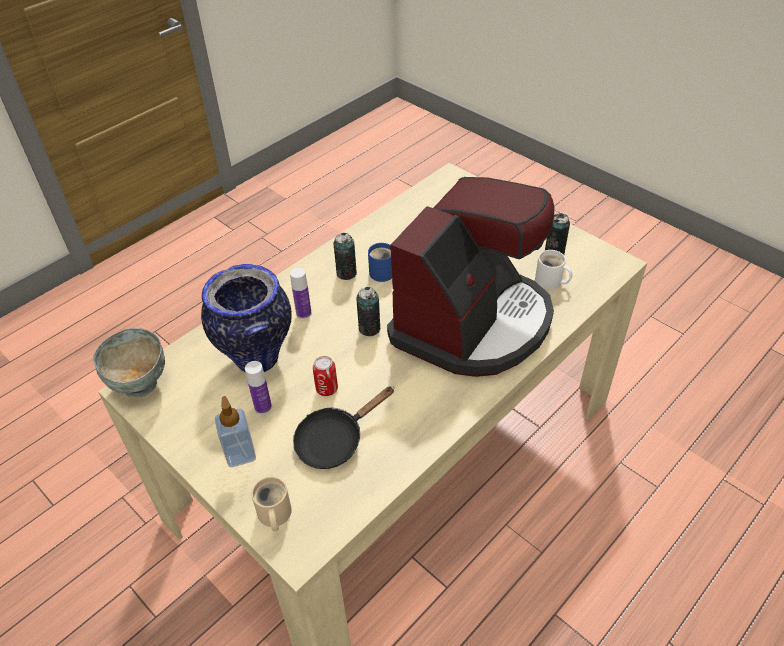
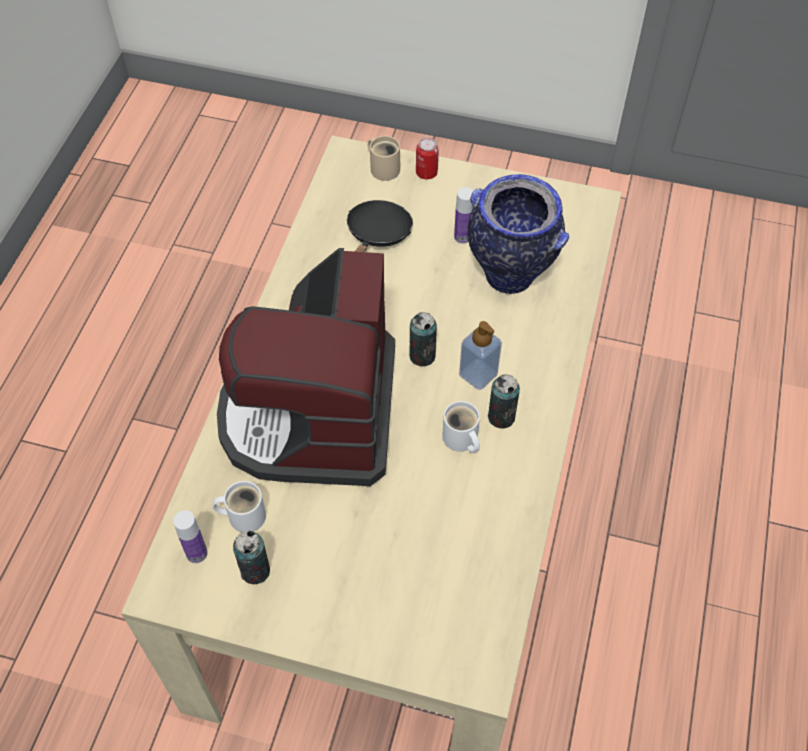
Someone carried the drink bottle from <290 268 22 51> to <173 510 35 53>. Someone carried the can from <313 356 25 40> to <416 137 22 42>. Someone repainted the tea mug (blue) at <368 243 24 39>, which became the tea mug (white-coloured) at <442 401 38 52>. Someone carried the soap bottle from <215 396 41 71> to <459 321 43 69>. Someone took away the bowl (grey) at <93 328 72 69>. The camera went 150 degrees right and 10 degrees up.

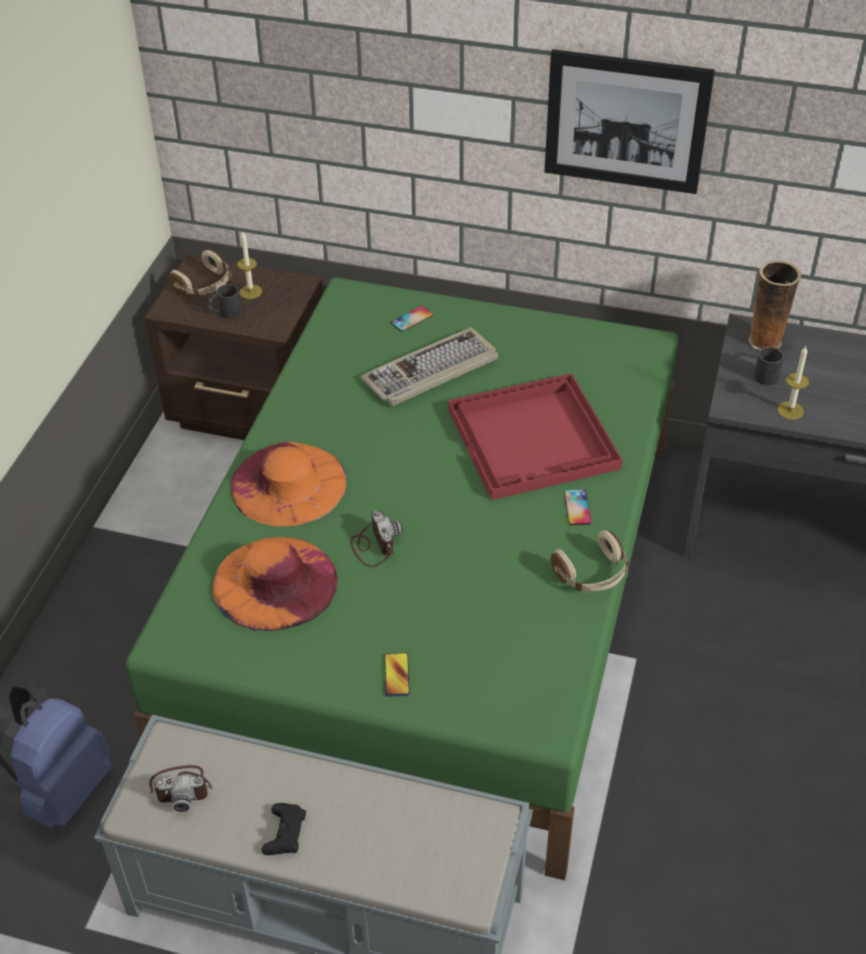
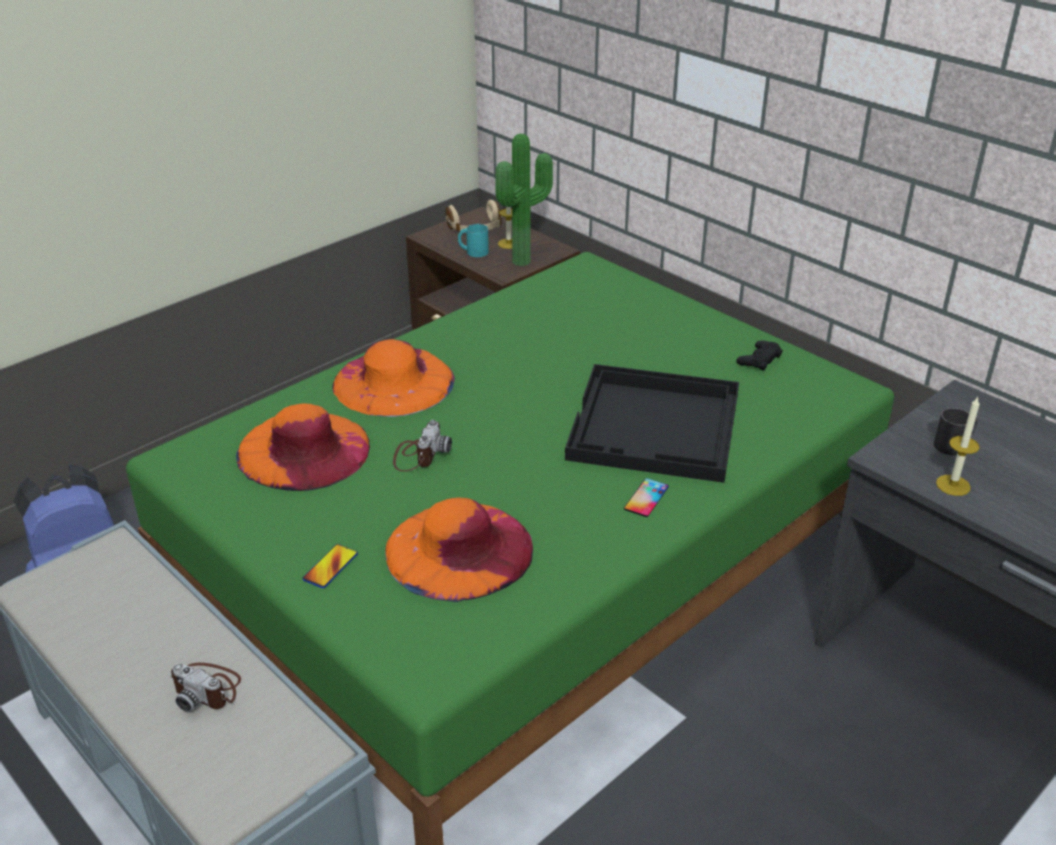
Someone carried the photo camera from <149 765 64 47> to <170 663 71 49>. Someone put down the hat (orange-coloured) at <385 498 148 104>. Someone repainted the tea mug (blackish) at <208 284 34 35>, which became the tea mug (blue-green) at <458 224 31 33>. Someone put down the houseplant at <495 133 58 133>. Someone repainted the tray (red-coloured) at <448 373 174 127>, which became the tray (blackish) at <565 364 174 119>. Someone carried the gamepad (blackish) from <262 803 44 52> to <736 341 47 30>. Someone took away the PC keyboard at <361 327 137 79>. Someone took away the telephone at <391 306 42 26>. Someone took away the wall picture at <544 49 171 145>. Someone took away the headset (beige) at <551 530 77 63>. Someone took away the decorative vase at <748 260 53 90>. The camera went 30 degrees right and 10 degrees down.

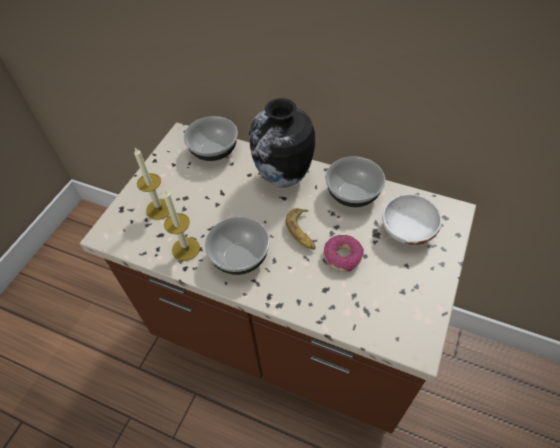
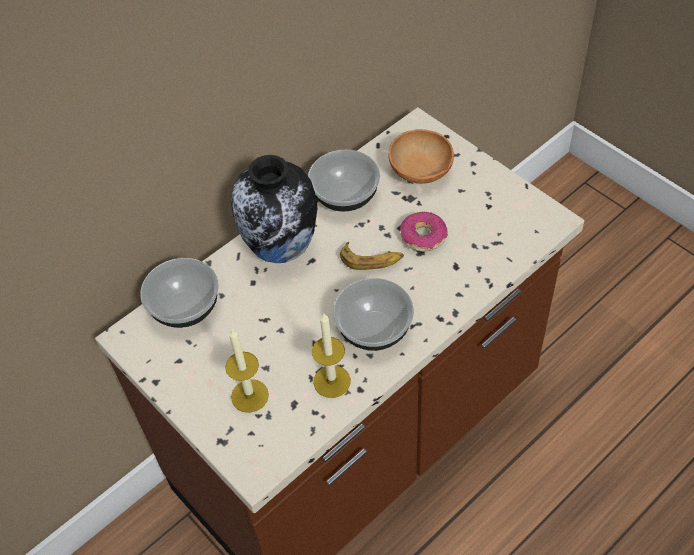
Someone repainted the bowl (white-coloured) at <382 194 60 51>, which became the bowl (brown-coloured) at <388 129 66 55>. The camera went 65 degrees left and 0 degrees up.

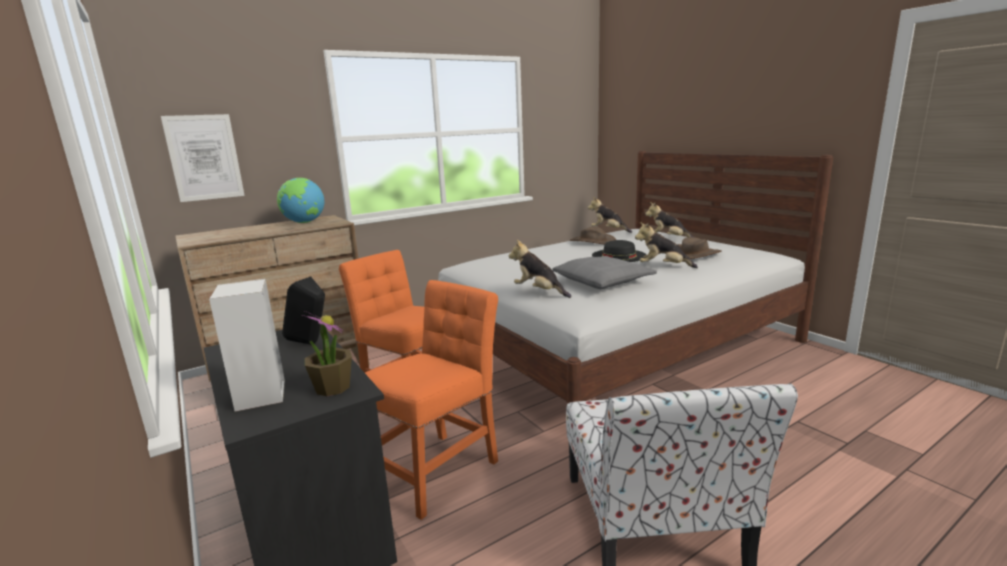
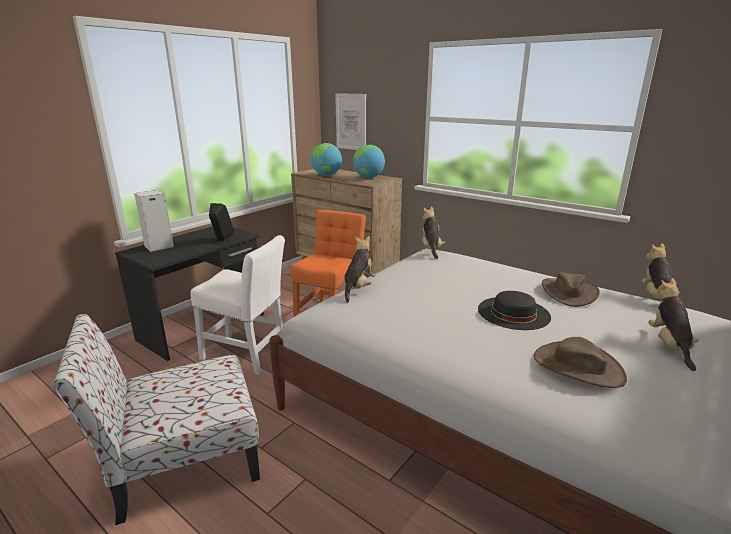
Someone repainted the chair (orange-coloured) at <365 280 133 240>, which became the chair (white-coloured) at <191 235 94 140>. Someone put down the world globe at <311 143 31 33>. Someone carried the soft toy from <635 222 63 46> to <422 206 23 53>. Someone took away the houseplant at <302 311 50 85>. Someone took away the cushion (grey) at <553 256 104 33>. The camera went 70 degrees right and 5 degrees up.

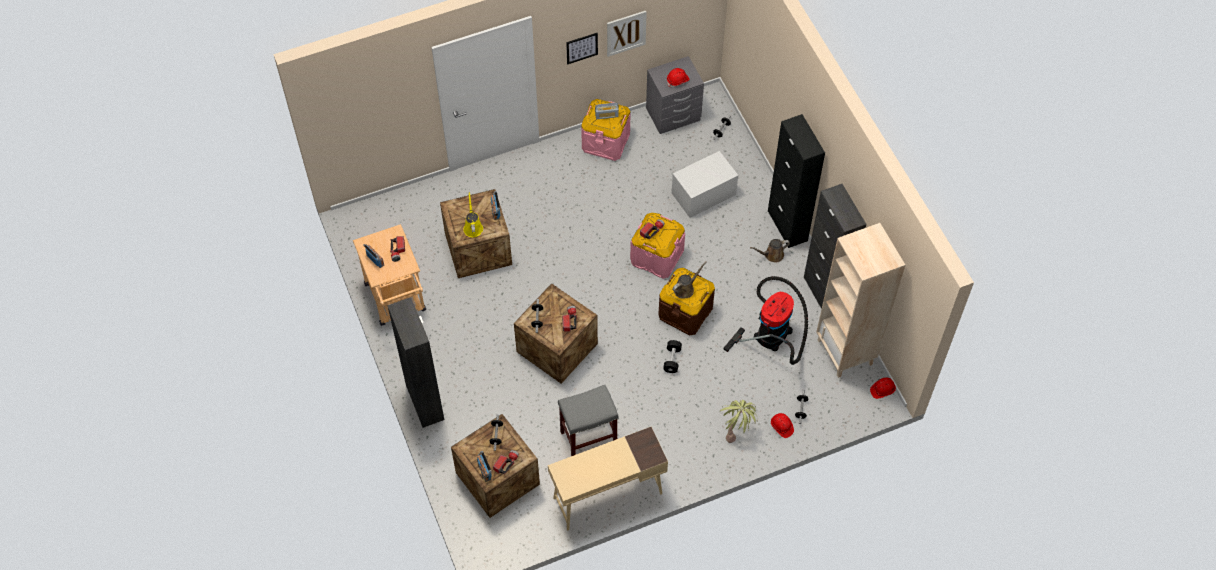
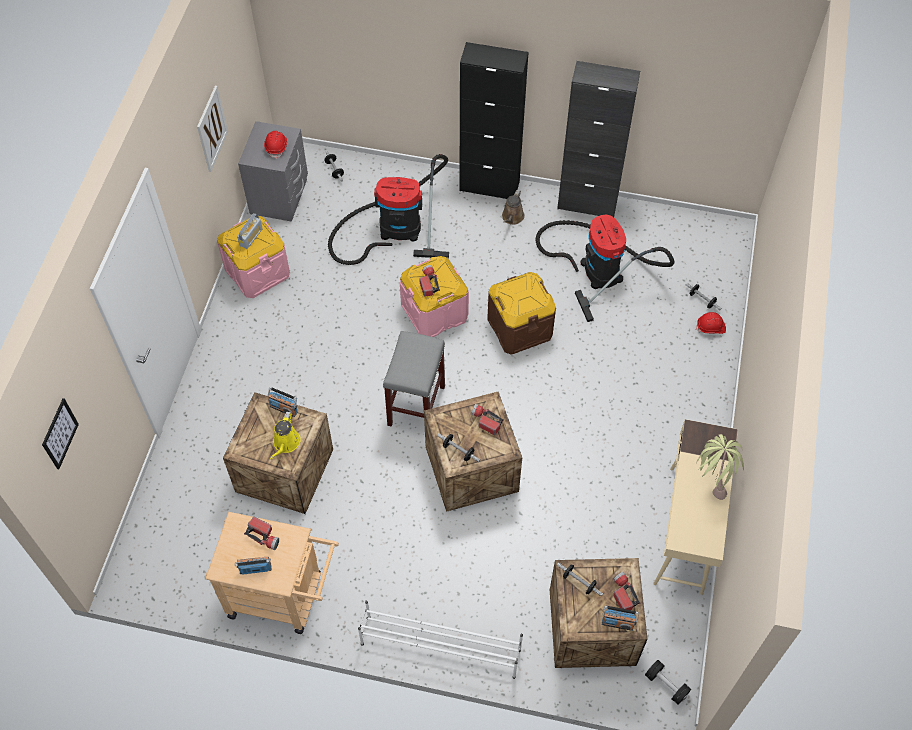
Someone carried the wall picture from <566 33 32 31> to <42 398 37 71>. Someone rotated the watering can (yellowish) at <463 192 20 45> by 105 degrees counterclockwise. Someone swapped the storage bin (white-coloured) at <672 151 66 67> for the hoover at <328 154 121 111>. Someone swapped the storage cabinet (blackish) at <387 297 57 131> for the shoe stand (white-coloured) at <358 601 165 78>. Someone carried the stool (grey) from <558 385 61 71> to <383 331 62 96>. Someone carried the hand weight (blackish) from <663 340 19 33> to <645 660 46 45>. Someone carried the houseplant from <720 400 38 43> to <696 434 48 66>. Someone took away the watering can (brown-coloured) at <672 261 35 38>. Someone took away the bookcase (beige) at <816 223 89 155>. Someone took away the safety helmet (red-coloured) at <870 378 26 21>. The camera went 55 degrees left and 0 degrees up.

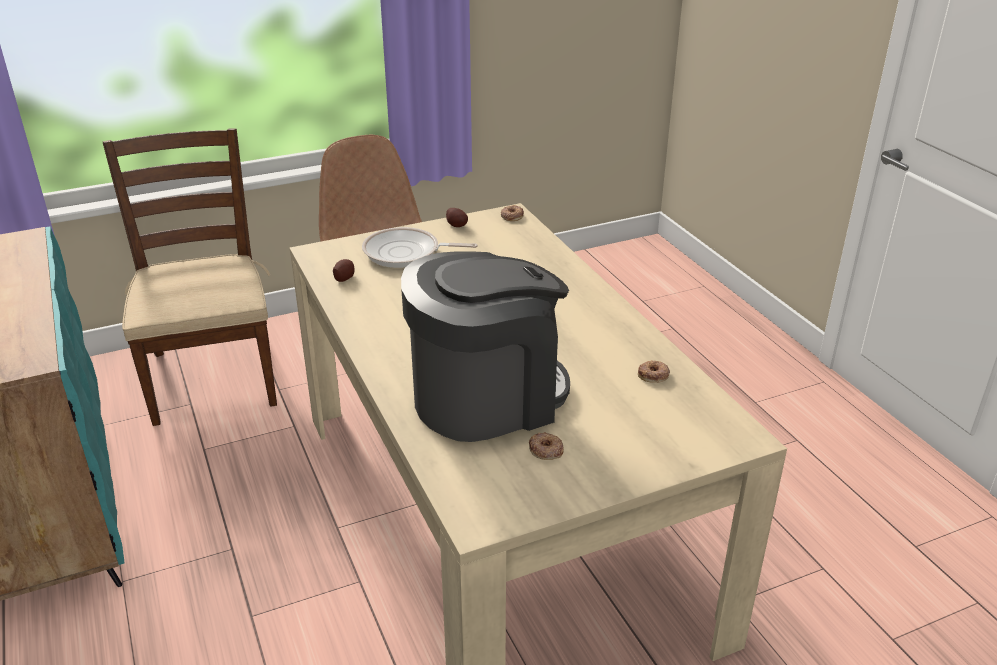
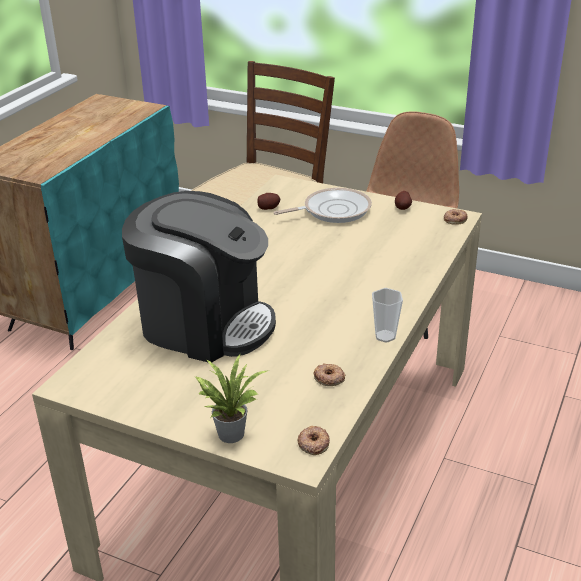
Someone put down the houseplant at <195 354 72 89>. Someone rotated the frying pan at <362 227 116 41> by 105 degrees clockwise. Someone carried the ring doughnut from <529 432 35 28> to <297 426 33 29>. Someone put down the small cup at <372 288 31 54>. The camera went 50 degrees right and 0 degrees up.

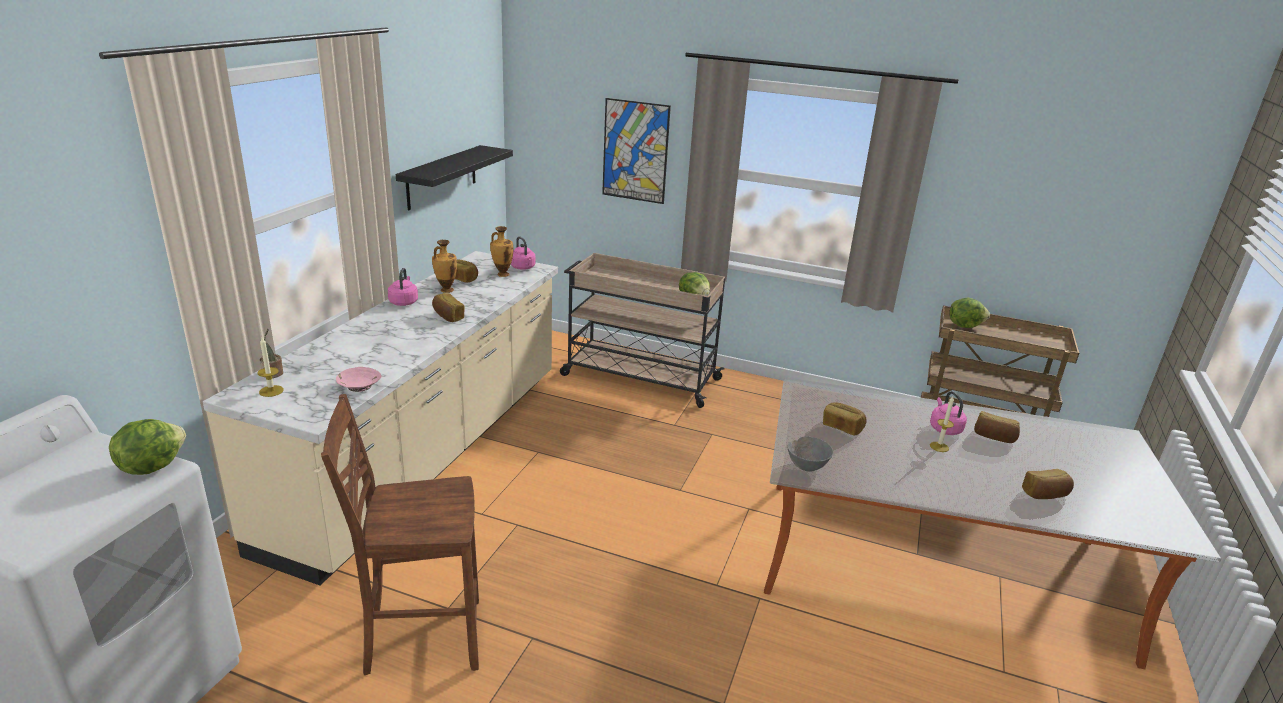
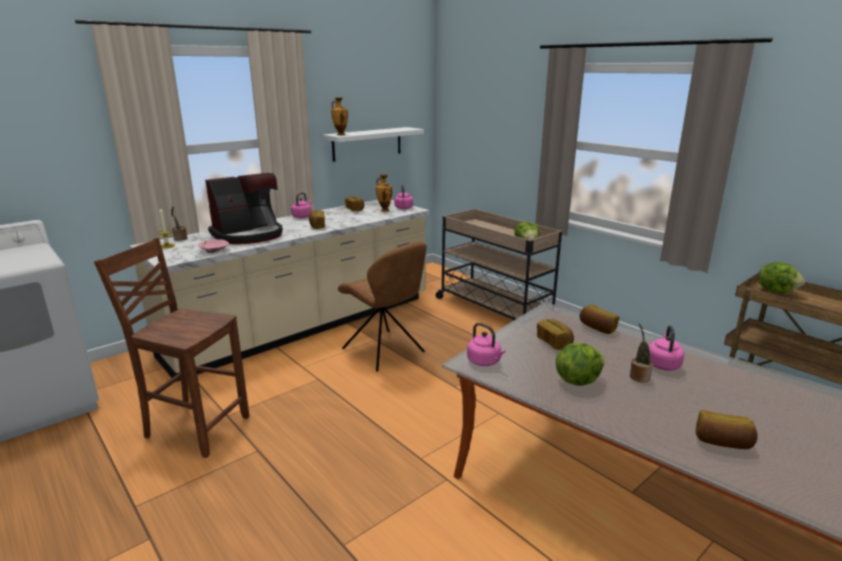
Someone put down the coffee maker at <205 173 78 71>. Someone repainted the wall shelf (blackish) at <396 145 117 65>, which became the wall shelf (white-coloured) at <322 127 102 35>. Someone carried the decorative vase from <432 240 25 53> to <331 97 17 38>. Someone put down the chair (brown-coloured) at <338 242 89 130>. Someone swapped the bowl (grey) at <787 436 47 36> for the kettle (pink-coloured) at <467 323 39 43>. Someone carried the head of lettuce from <109 419 77 56> to <556 343 49 43>. Someone carried the bakery bread from <974 411 46 32> to <579 305 40 29>. Someone swapped the wax light at <930 396 24 56> for the houseplant at <630 323 23 59>. Someone took away the wall picture at <602 98 69 106>. The camera went 30 degrees right and 5 degrees down.

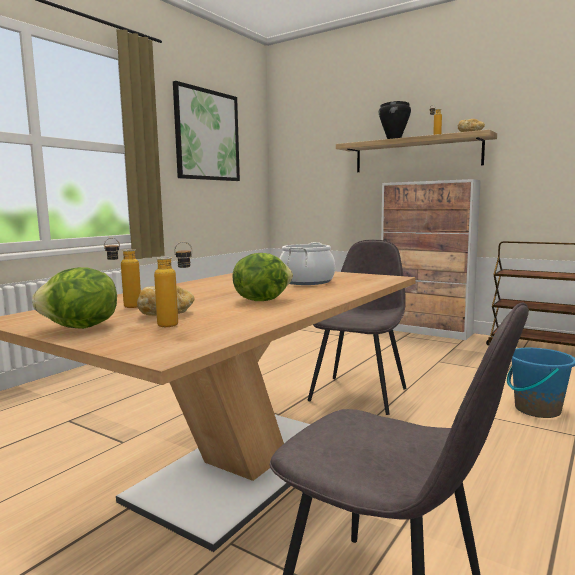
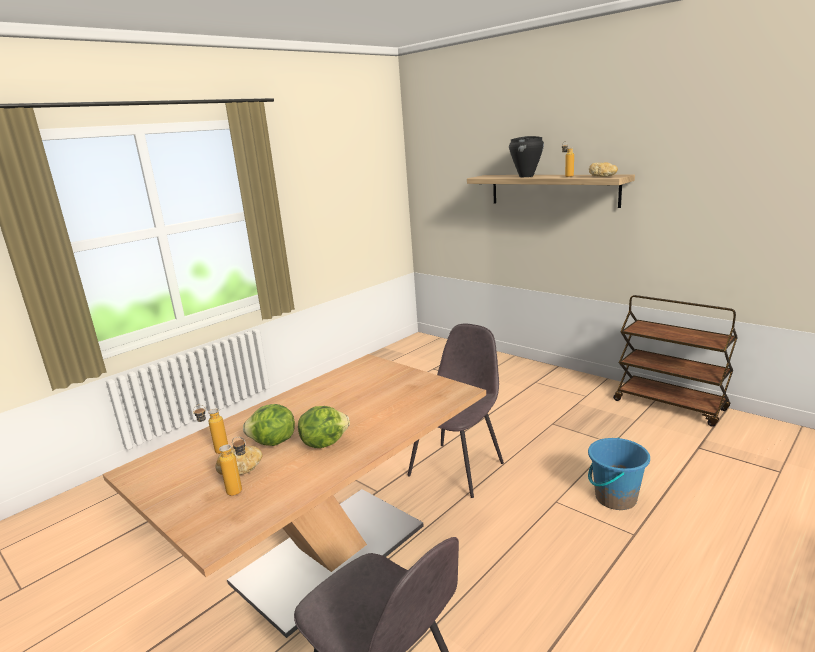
Someone carried the head of lettuce from <32 267 85 62> to <243 404 52 42>. Someone took away the wall picture at <173 81 67 100>. Someone took away the stockpot at <279 242 56 43>. Someone took away the storage cabinet at <381 179 100 161>. The camera went 10 degrees right and 10 degrees up.

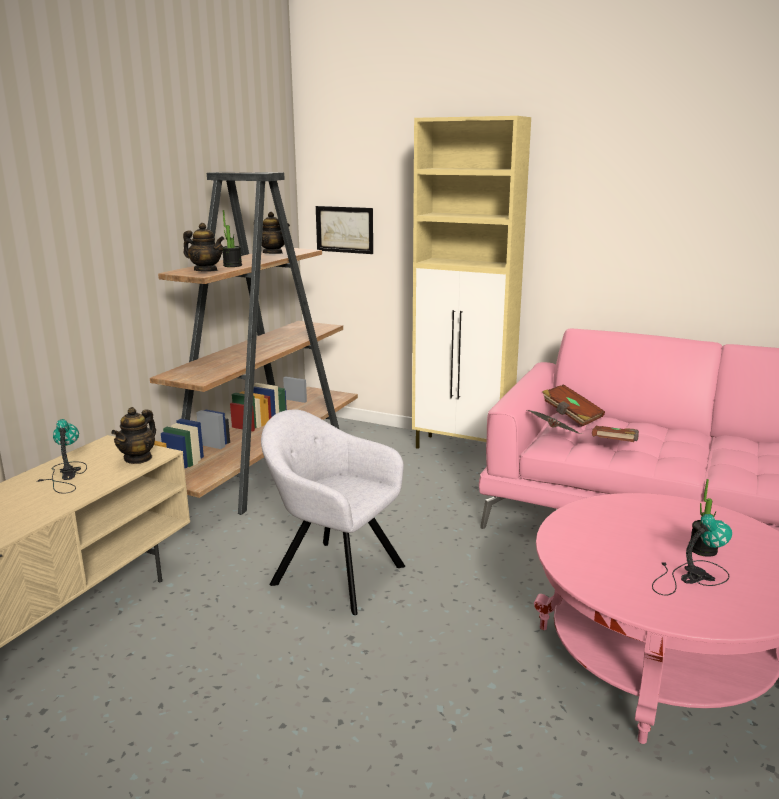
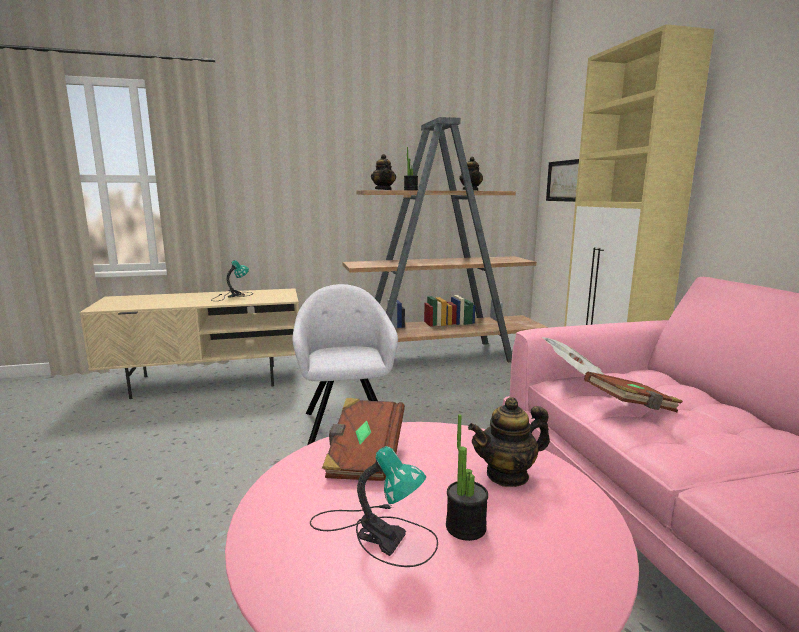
Someone carried the volume (brown-coloured) from <542 384 63 42> to <322 398 83 83>. Someone carried the teapot from <111 407 45 57> to <468 397 82 90>. The camera went 50 degrees right and 5 degrees down.

